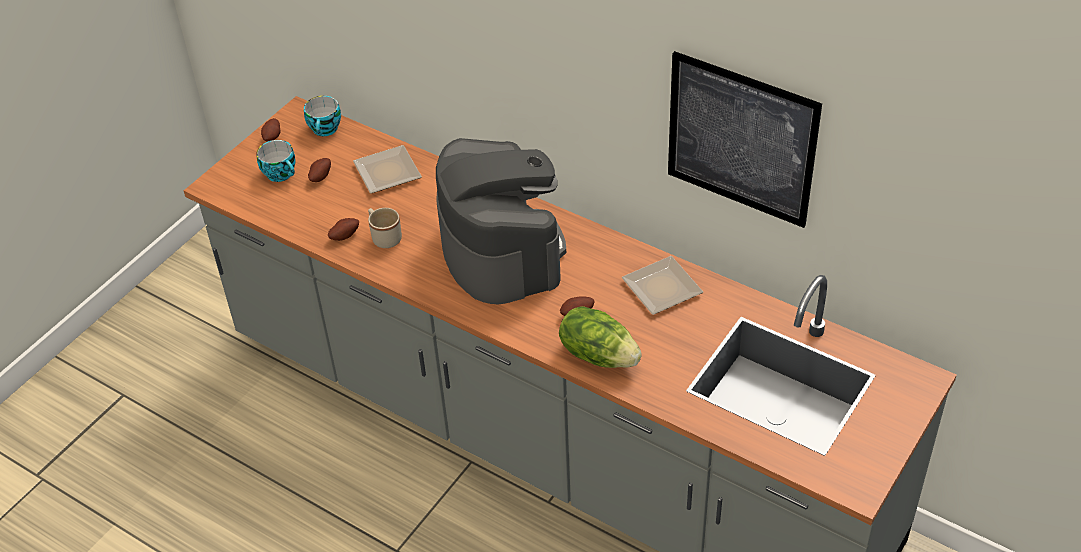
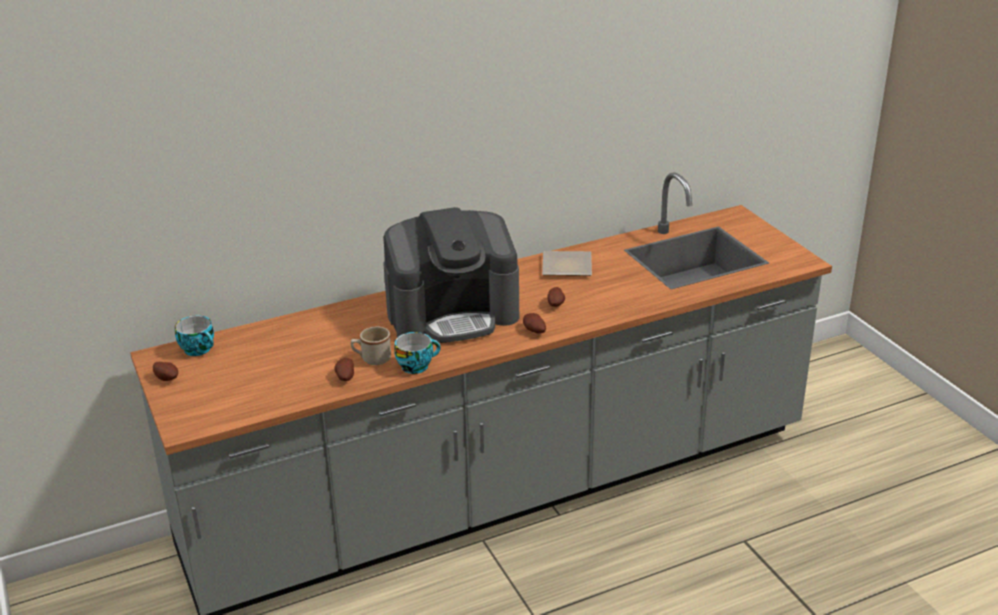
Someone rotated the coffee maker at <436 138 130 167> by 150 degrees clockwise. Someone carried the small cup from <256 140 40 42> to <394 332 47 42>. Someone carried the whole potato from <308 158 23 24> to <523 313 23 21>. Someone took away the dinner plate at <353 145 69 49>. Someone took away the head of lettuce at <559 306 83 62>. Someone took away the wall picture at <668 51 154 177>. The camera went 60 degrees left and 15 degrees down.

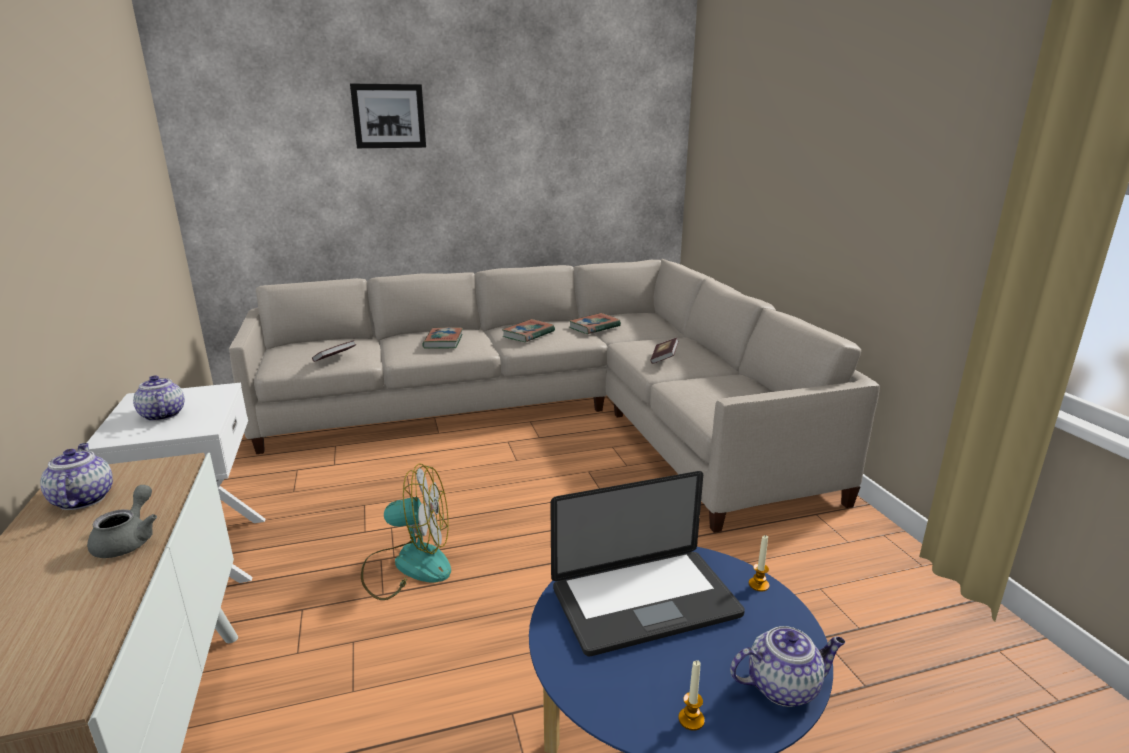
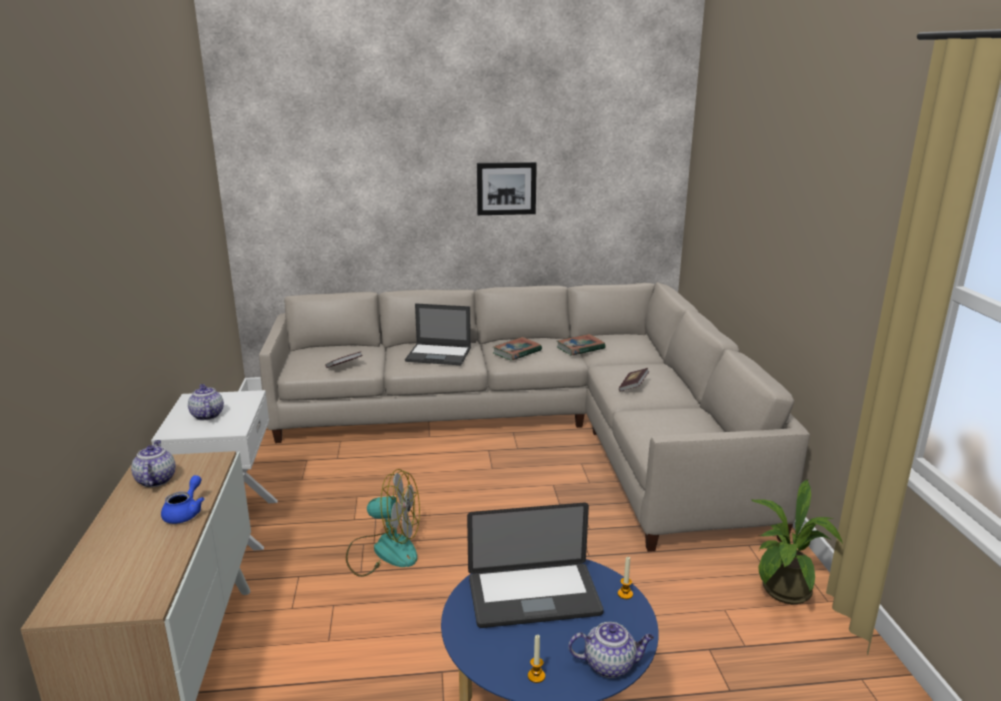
Someone repainted the teapot (grey) at <87 485 70 73>, which became the teapot (blue) at <161 475 43 49>. Someone swapped the volume at <422 327 41 22> for the laptop at <405 303 66 62>. Someone carried the wall picture from <350 84 76 64> to <477 162 60 53>. Someone put down the houseplant at <751 480 92 124>. The camera went 10 degrees right and 0 degrees up.

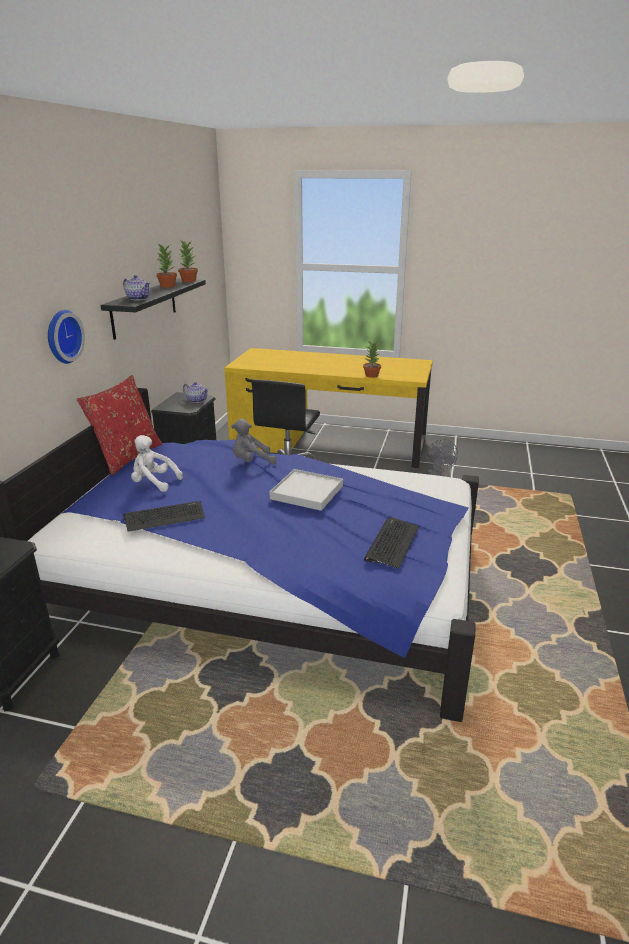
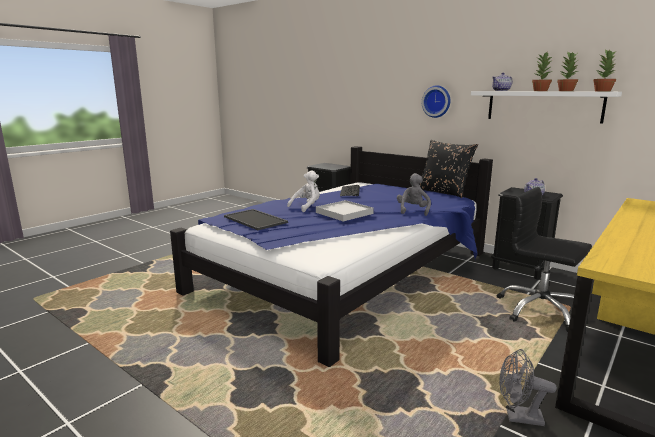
Someone swapped the PC keyboard at <364 517 55 52> for the tray at <224 209 64 21>. Someone carried the soft toy (white-coloured) from <131 435 52 57> to <287 171 33 41>. Someone repainted the cushion (red-coloured) at <77 375 85 100>, which became the cushion (blackish) at <419 140 59 58>. Someone repainted the wall shelf (blackish) at <101 279 105 61>, which became the wall shelf (white-coloured) at <471 91 151 33>. Someone carried the houseplant from <363 340 18 38> to <532 52 21 39>. The camera went 115 degrees right and 10 degrees down.

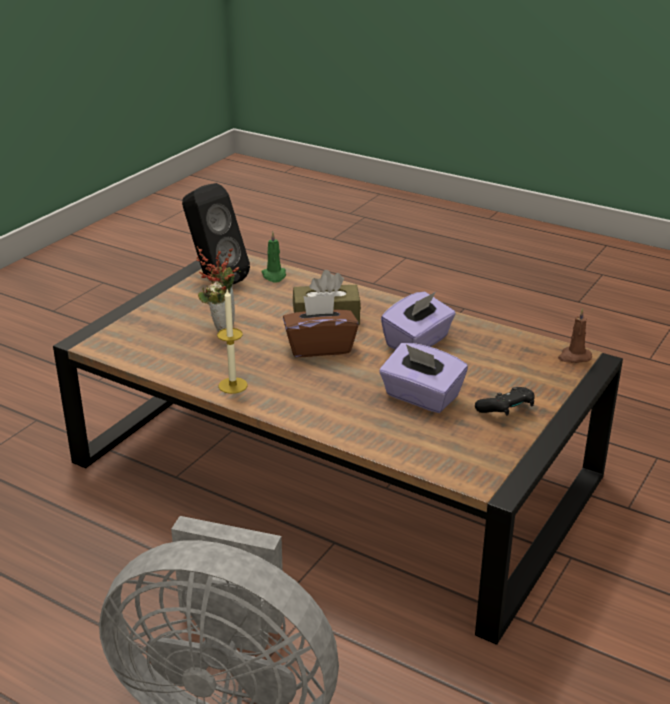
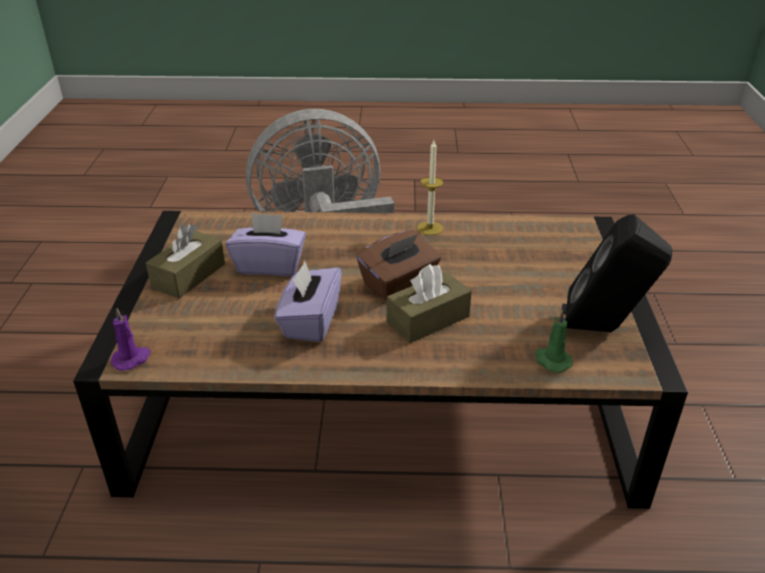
Someone repainted the wax light (brown-coloured) at <558 308 34 55>, which became the wax light (purple-coloured) at <111 308 40 63>. Someone swapped the gamepad (blackish) at <475 387 60 29> for the box of tissues (brown-coloured) at <146 223 79 76>. Someone took away the houseplant at <196 246 43 86>. The camera went 150 degrees right and 5 degrees up.

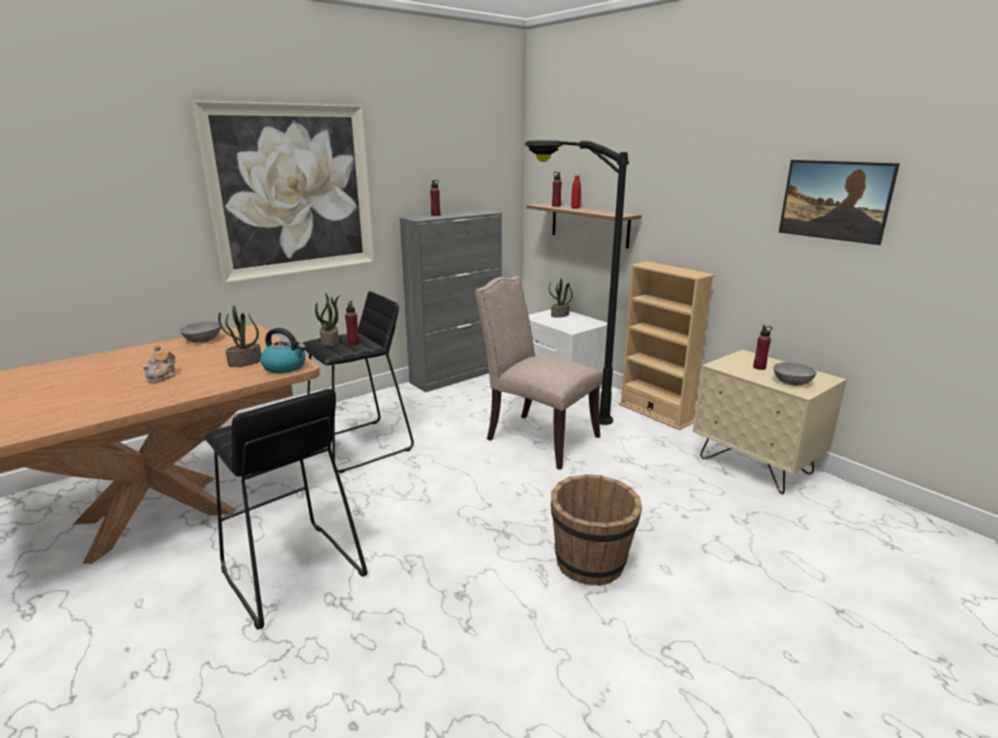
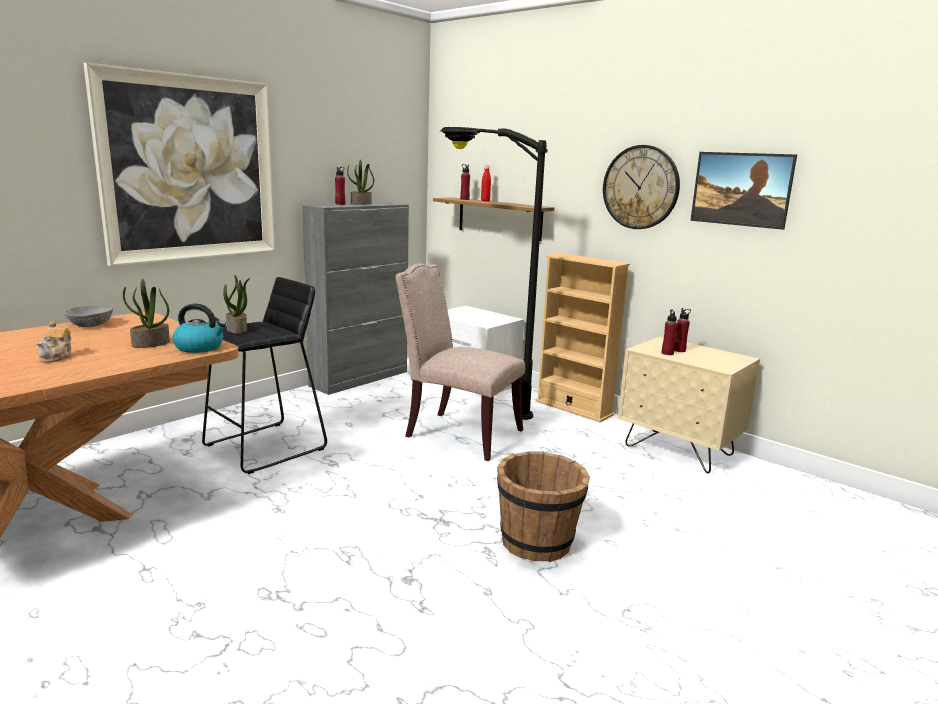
Someone carried the houseplant from <549 278 24 40> to <347 160 27 44>. Someone put up the wall clock at <603 145 77 84>. Someone carried the drink bottle (red-coloured) from <345 301 15 45> to <662 310 16 45>. Someone took away the stool (blackish) at <204 389 163 241>. Someone took away the bowl (grey) at <773 362 44 24>. The camera went 10 degrees left and 5 degrees down.

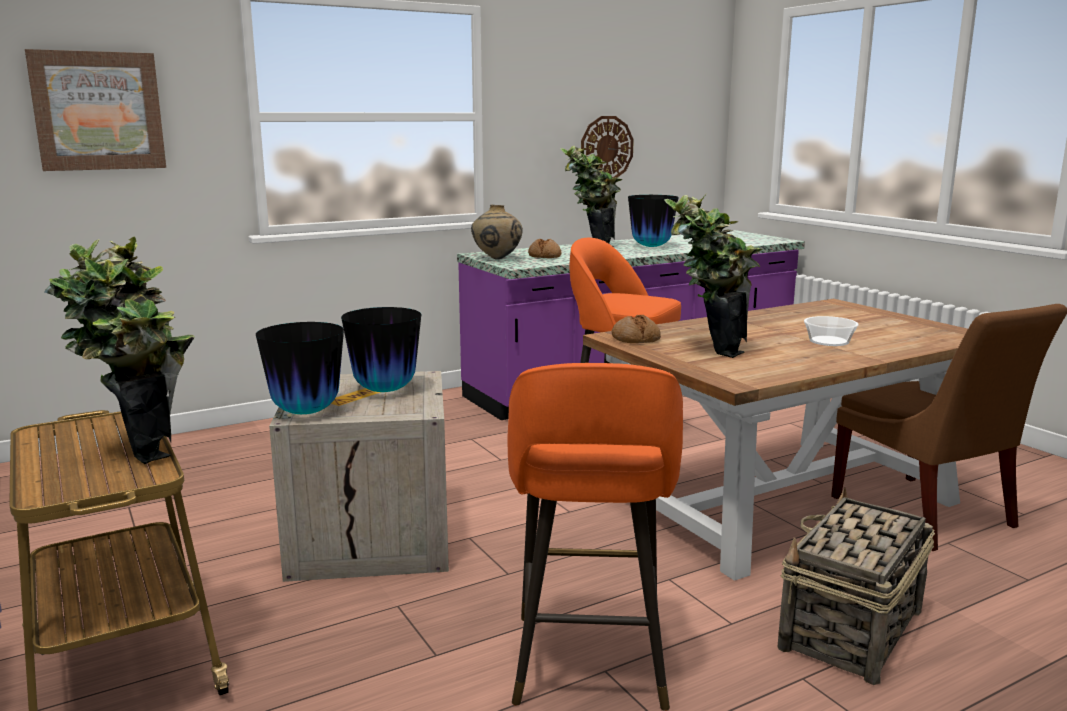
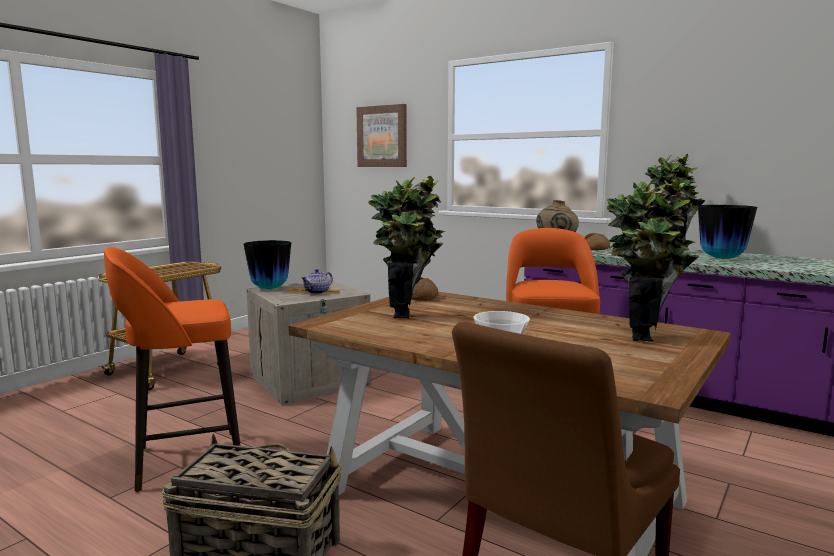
Someone swapped the decorative vase at <341 307 80 85> for the teapot at <301 269 32 25>. Someone carried the houseplant from <45 236 150 228> to <606 177 93 165>. Someone took away the wall clock at <581 116 53 62>. The camera went 65 degrees right and 5 degrees down.

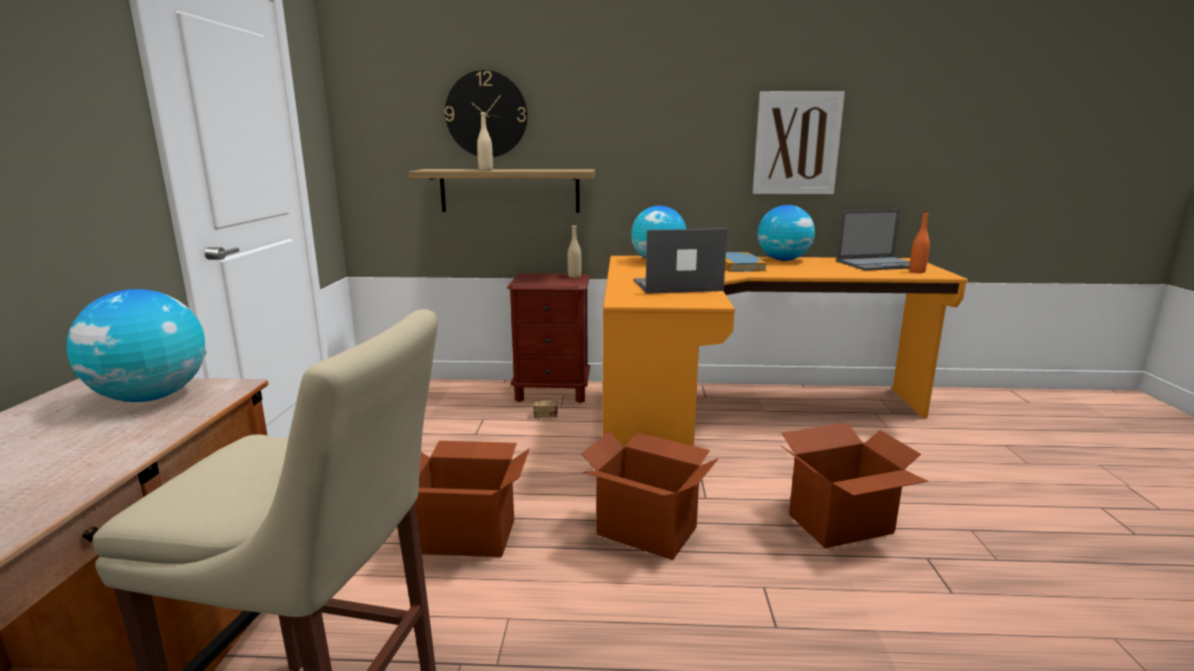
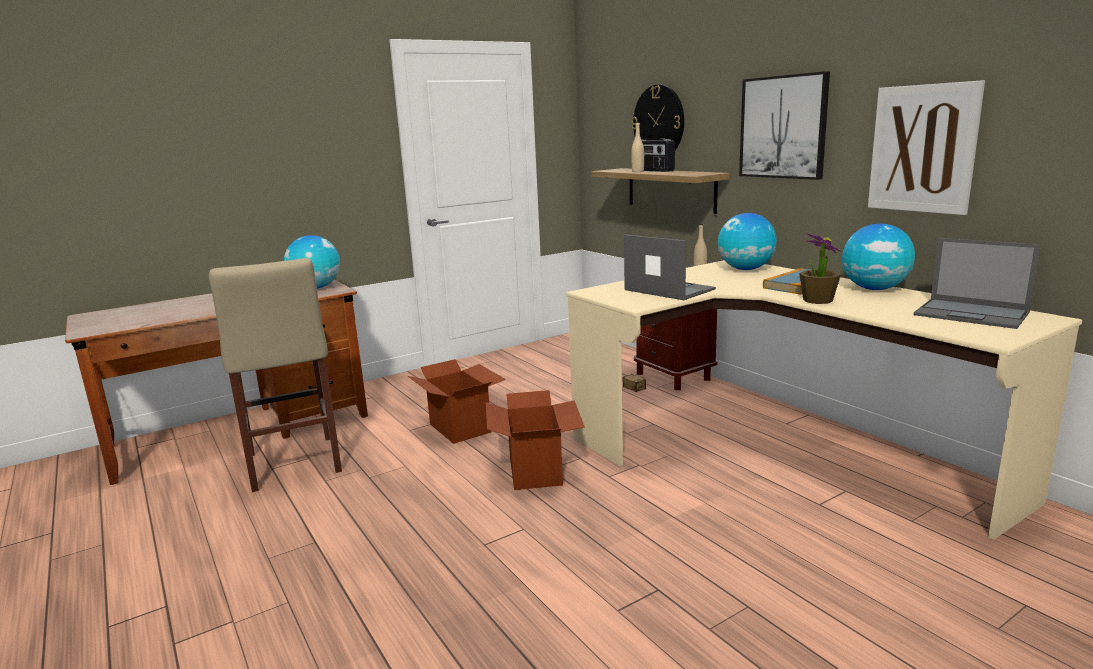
Someone repainted the desk (orange-coloured) at <603 256 365 191>, which became the desk (beige) at <566 260 516 280>. Someone put down the radio receiver at <642 138 33 34>. Someone put up the wall picture at <739 71 91 109>. Someone put down the houseplant at <799 233 42 71>. Someone took away the packing box at <781 423 147 125>. Someone took away the drink bottle (orange-coloured) at <909 211 21 62>. The camera went 55 degrees right and 0 degrees up.

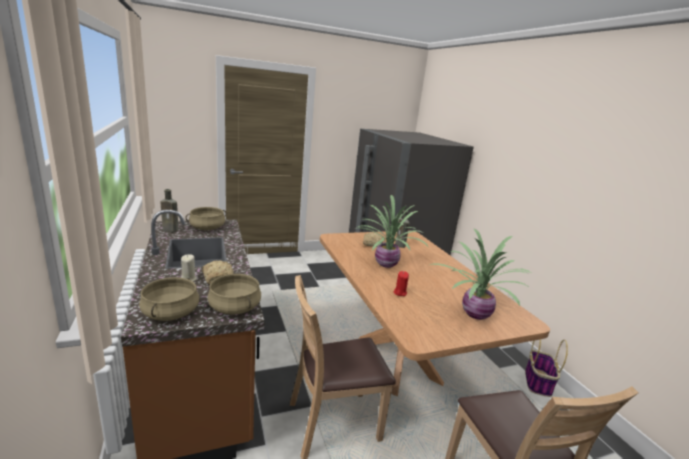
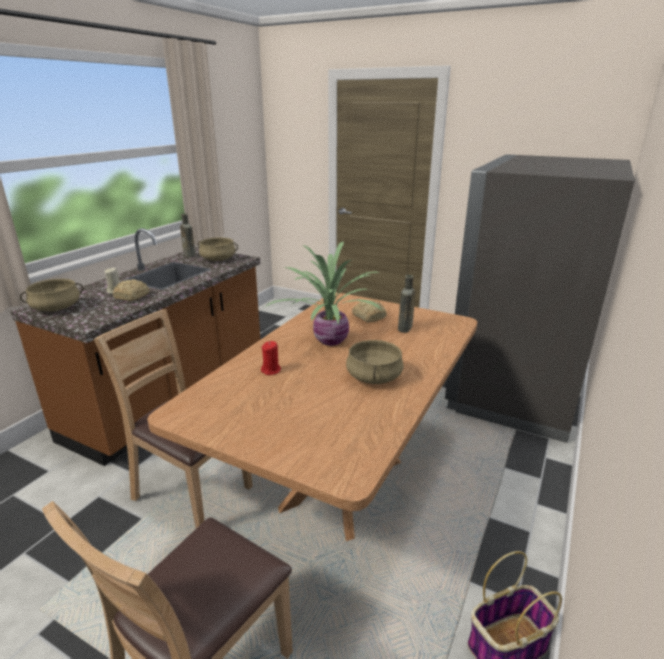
Someone carried the stockpot (beige) from <207 274 54 41> to <346 340 58 44>. Someone took away the houseplant at <430 229 101 91>. The camera went 50 degrees right and 5 degrees up.

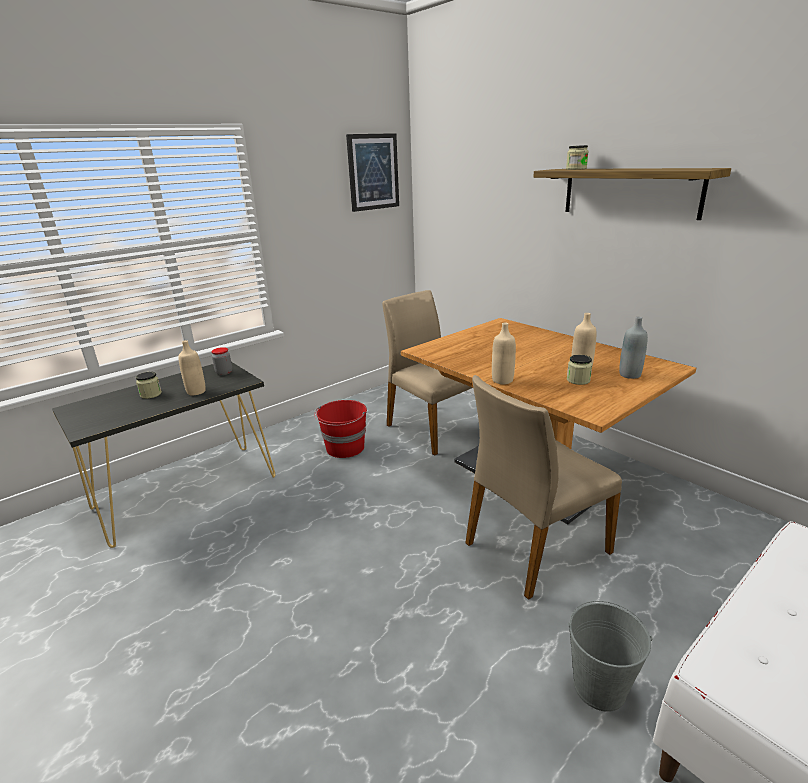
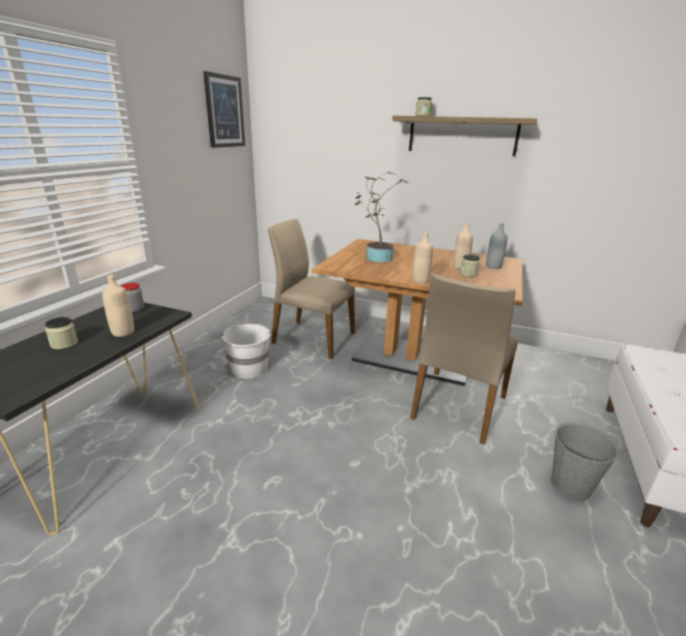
Someone repainted the water bucket (red-coloured) at <314 400 53 58>, which became the water bucket (white-coloured) at <220 324 51 55>. Someone put down the houseplant at <355 172 52 90>. The camera went 30 degrees left and 0 degrees up.

